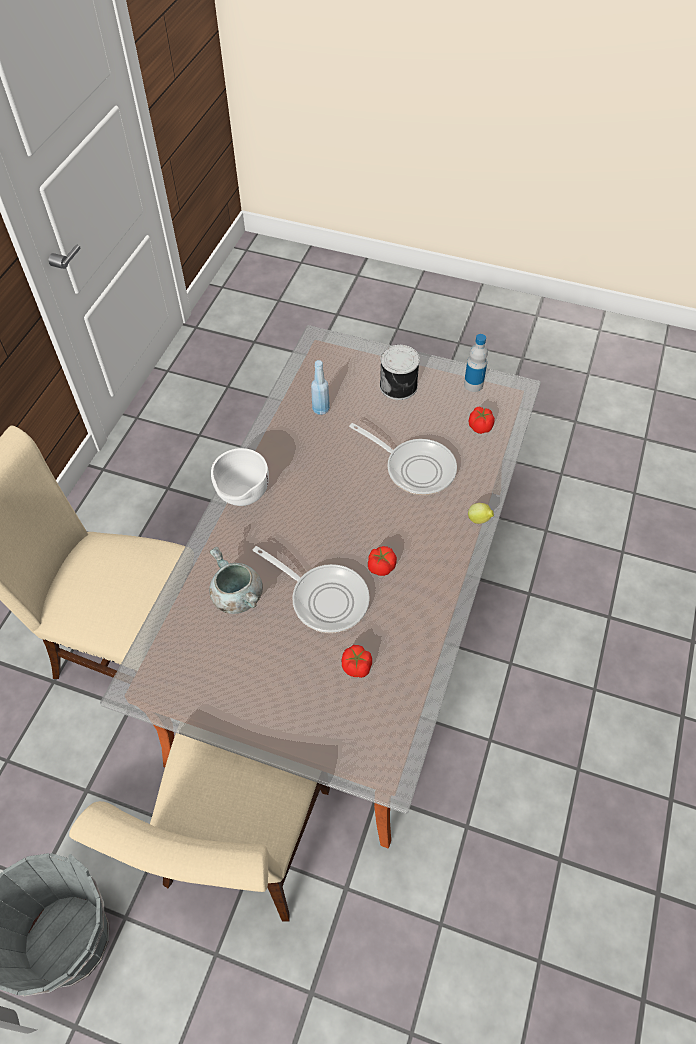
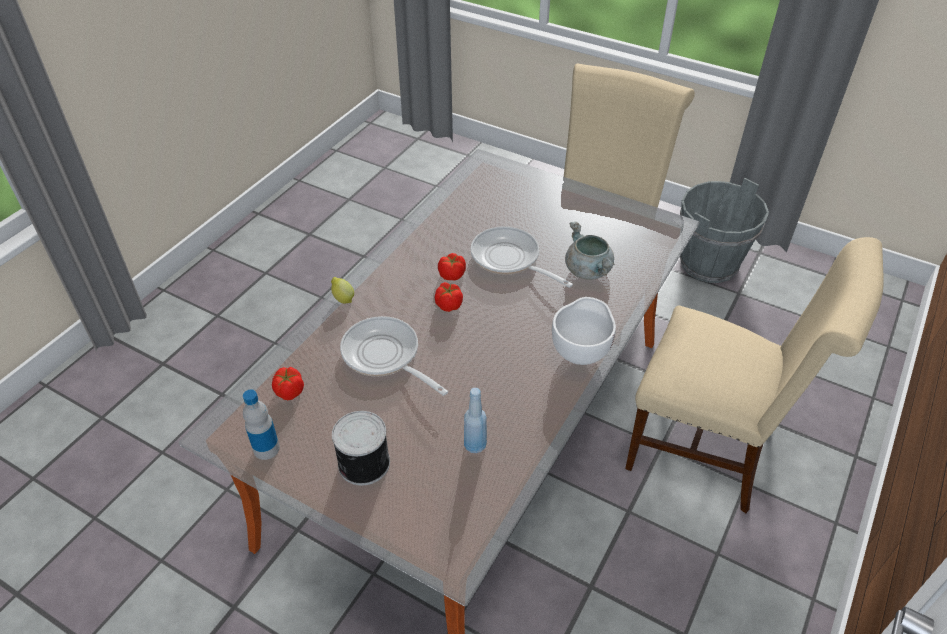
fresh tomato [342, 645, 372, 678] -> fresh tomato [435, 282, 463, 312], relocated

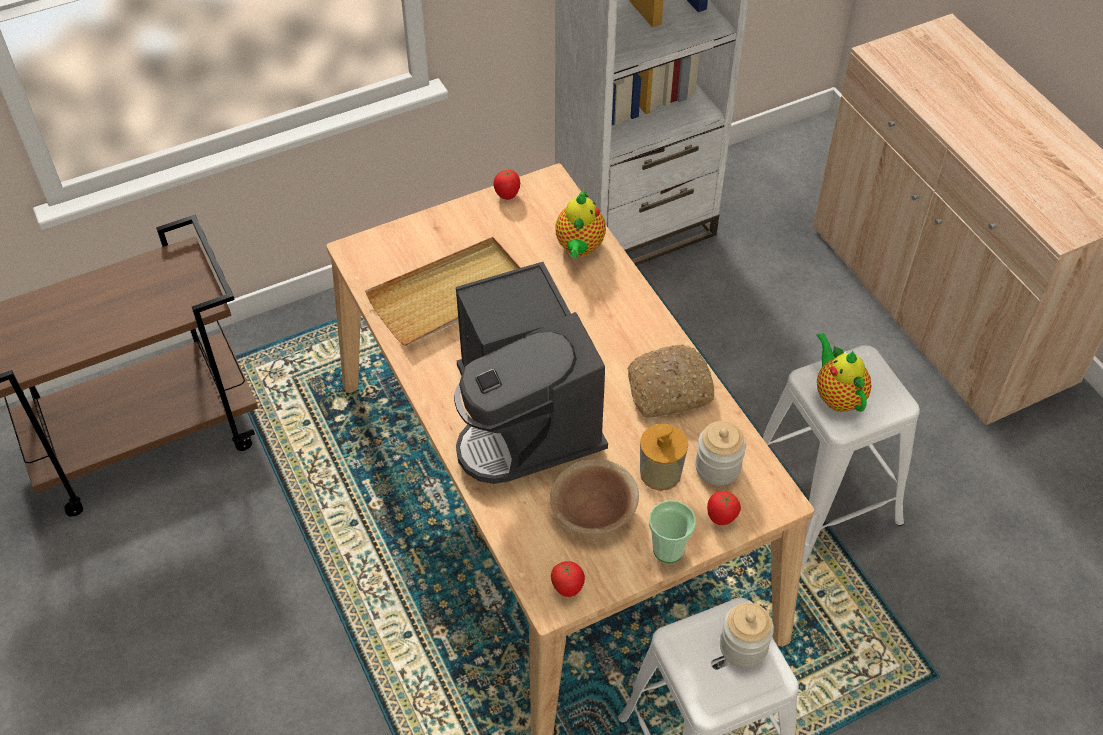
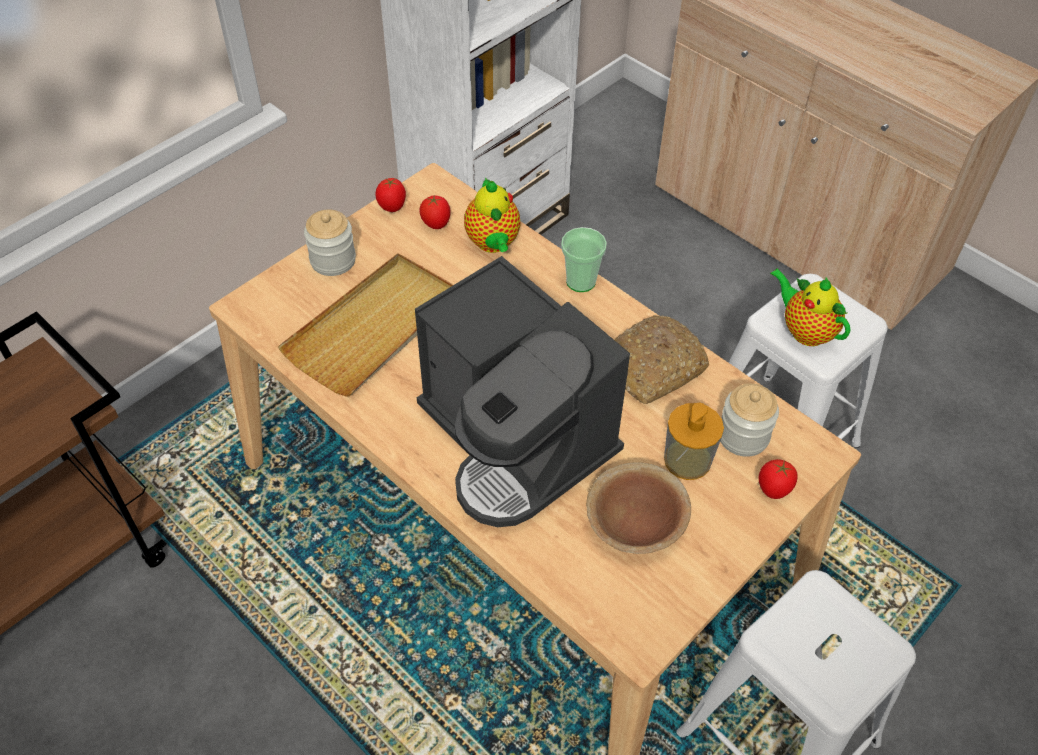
fresh tomato [551, 561, 585, 597] -> fresh tomato [419, 195, 450, 229], relocated
small cup [649, 500, 696, 563] -> small cup [561, 227, 607, 292], relocated
jar [720, 602, 774, 668] -> jar [304, 210, 356, 276], relocated

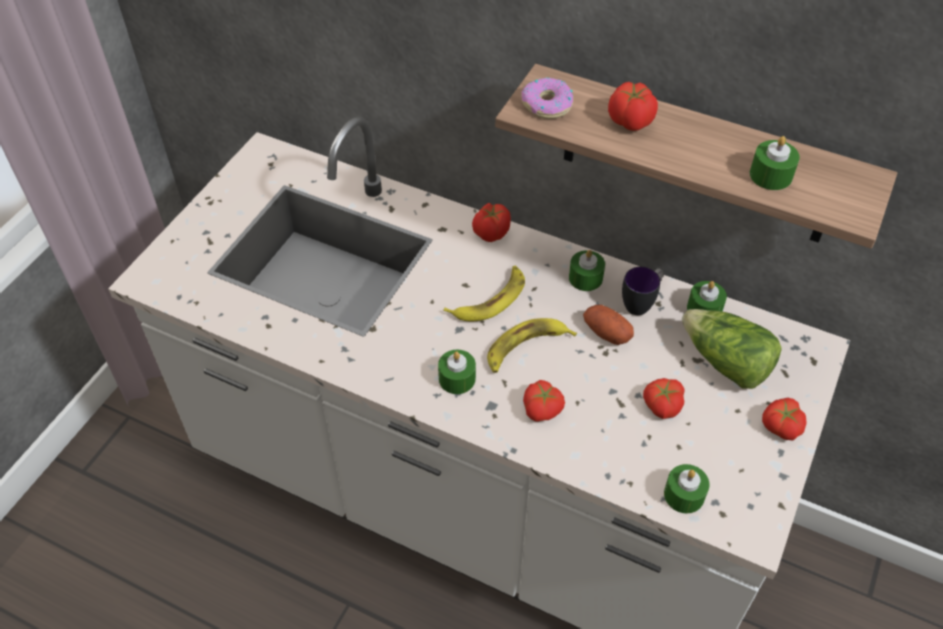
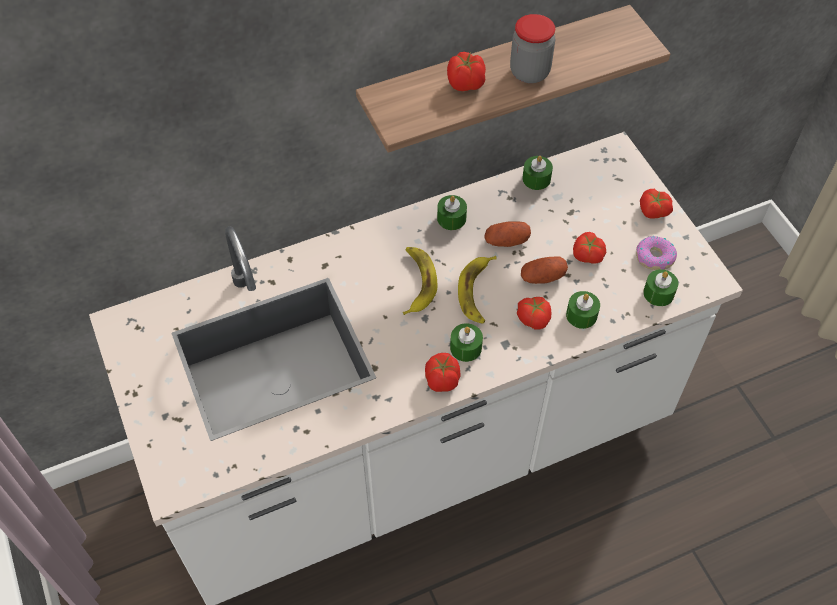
coffee mug [622, 267, 664, 315] -> none
lettuce head [682, 309, 782, 389] -> none
none -> jar [510, 14, 555, 83]
none -> spud [521, 257, 568, 284]
fresh tomato [472, 203, 511, 242] -> fresh tomato [425, 353, 461, 392], relocated
ring doughnut [521, 78, 573, 119] -> ring doughnut [636, 236, 677, 270], relocated
wax candle (green-coloured) [750, 136, 800, 190] -> wax candle (green-coloured) [566, 291, 600, 329], relocated

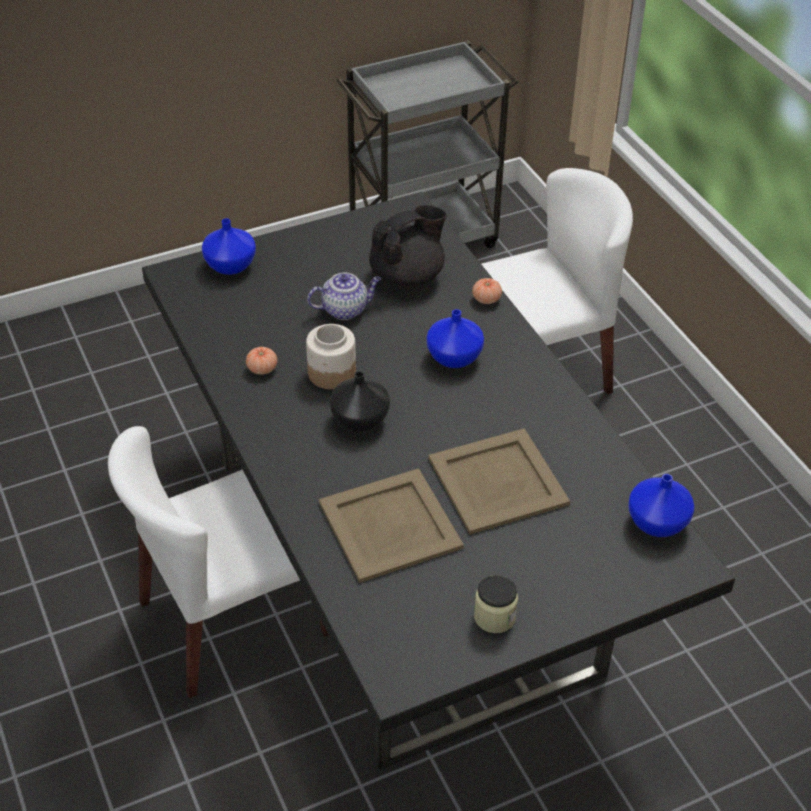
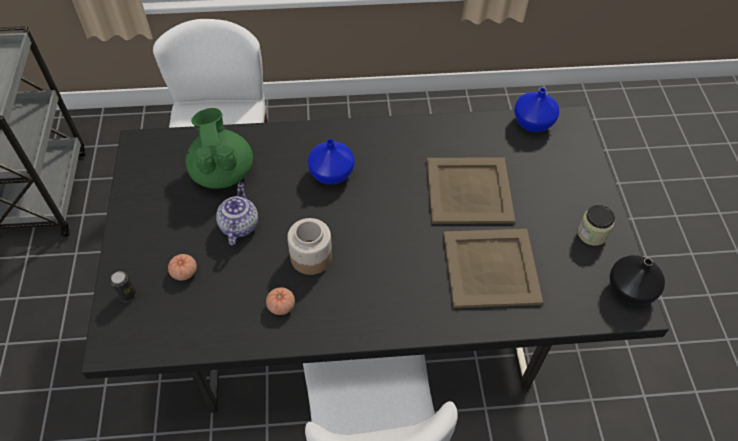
vase (black-coloured) [330, 371, 390, 432] -> vase (black-coloured) [610, 255, 665, 306], relocated
fresh tomato [472, 278, 502, 304] -> fresh tomato [168, 254, 197, 281], relocated
vase (blue-coloured) [202, 218, 256, 275] -> can [110, 271, 136, 302]
pot for tea (black-coloured) [369, 205, 447, 287] -> pot for tea (green-coloured) [186, 108, 253, 189]

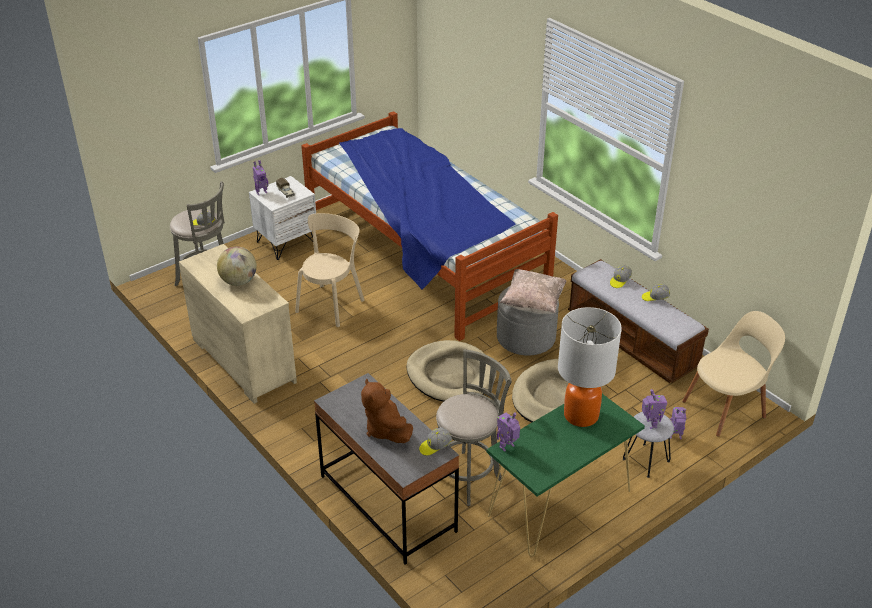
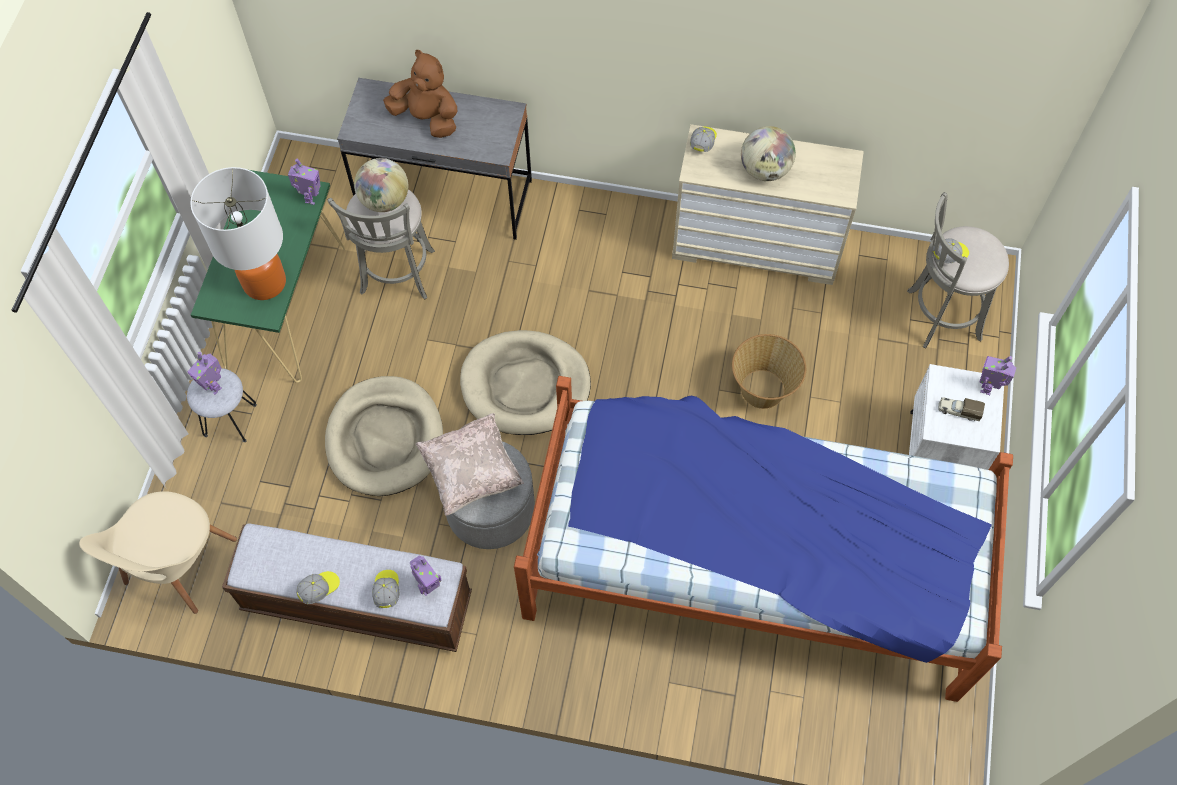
none -> world globe [354, 158, 408, 212]
peaked cap [419, 427, 452, 456] -> peaked cap [690, 127, 717, 152], relocated
toy robot [670, 407, 686, 439] -> toy robot [410, 556, 441, 596], relocated
plain chair (beige) [295, 213, 365, 327] -> storage basket [732, 334, 806, 409]

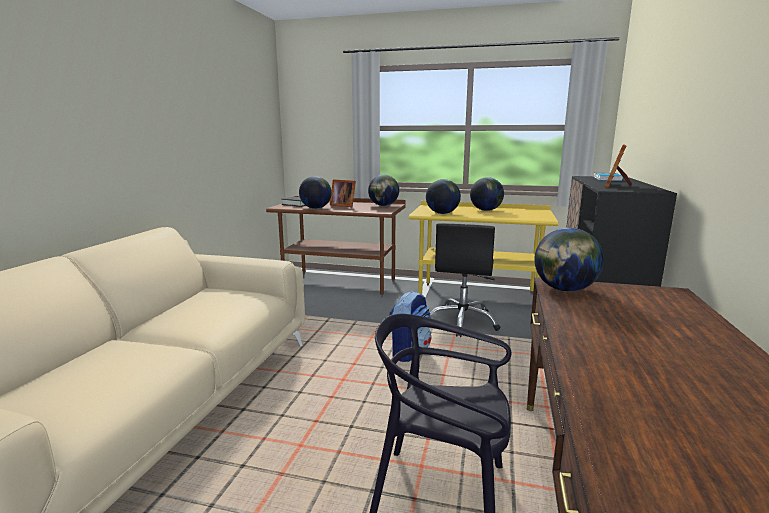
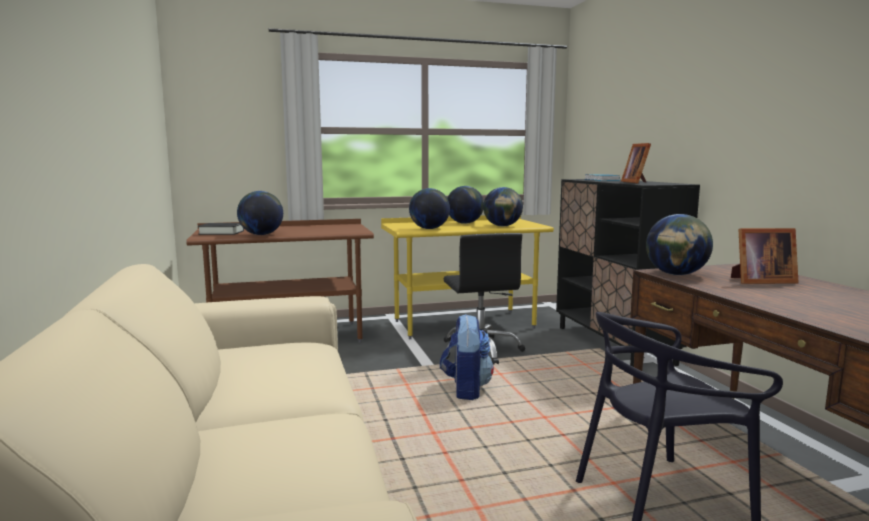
picture frame [330, 179, 356, 207] -> picture frame [731, 228, 799, 284], relocated
world globe [368, 175, 399, 206] -> world globe [483, 187, 523, 226], relocated

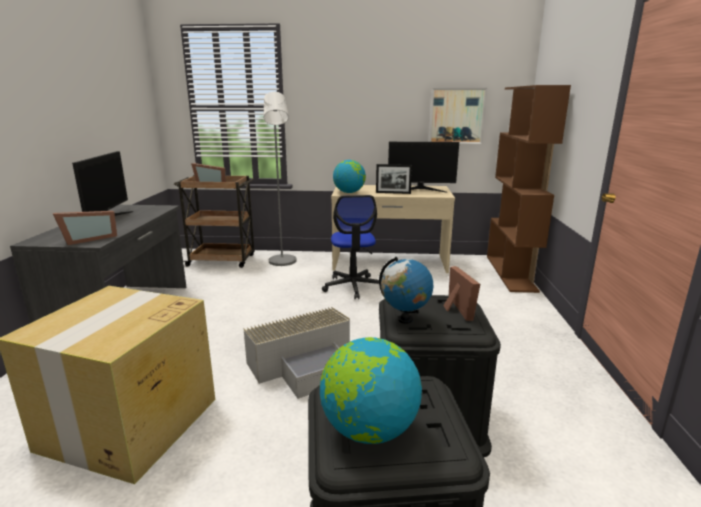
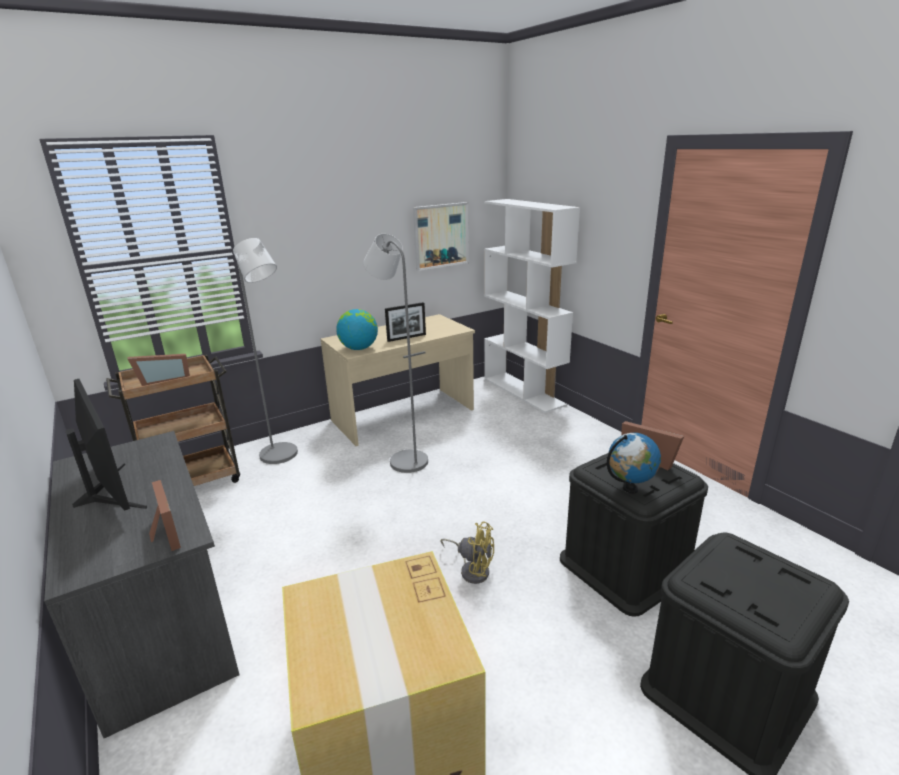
world globe [320, 337, 422, 444] -> none
computer screen [388, 142, 459, 193] -> none
storage bin (greyish) [243, 307, 350, 399] -> electric fan (yellow-coloured) [440, 521, 494, 584]
office chair [322, 195, 379, 299] -> standing lamp (greyish) [363, 234, 428, 473]
shelving unit (brown-coloured) [487, 85, 571, 293] -> shelving unit (whitish) [484, 199, 580, 413]
picture frame [53, 211, 117, 245] -> picture frame [149, 480, 181, 551], 45 degrees counterclockwise

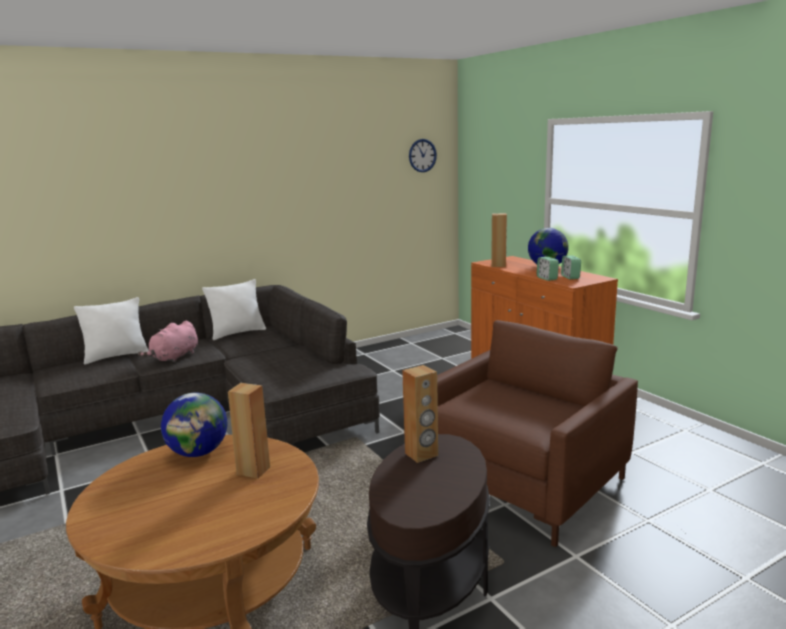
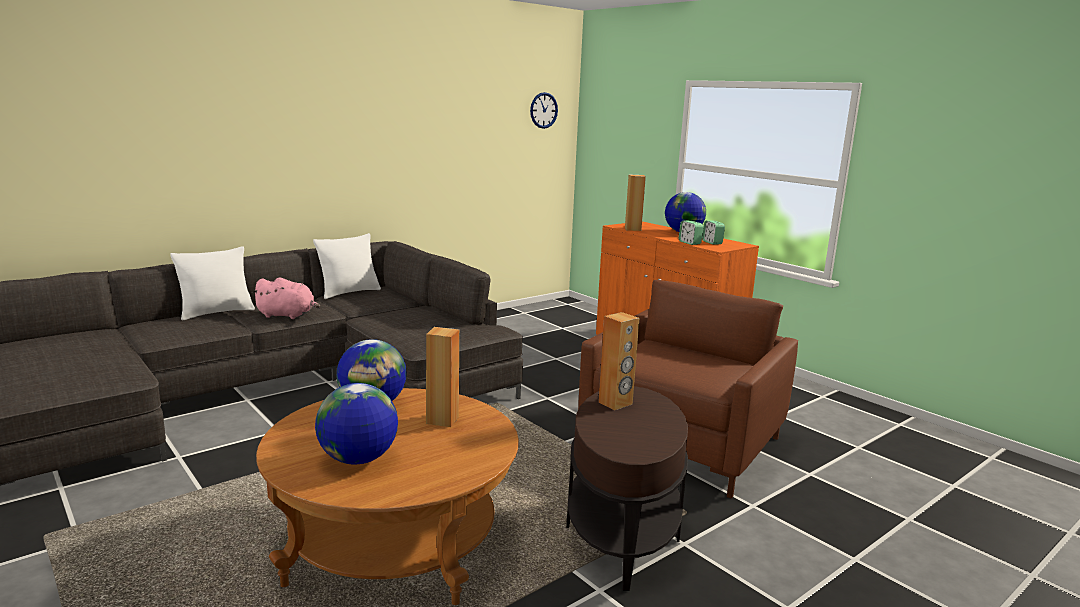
none -> world globe [315, 383, 398, 464]
soft toy (pink-coloured) [138, 321, 198, 362] -> soft toy (pink-coloured) [252, 278, 320, 319], 105 degrees counterclockwise

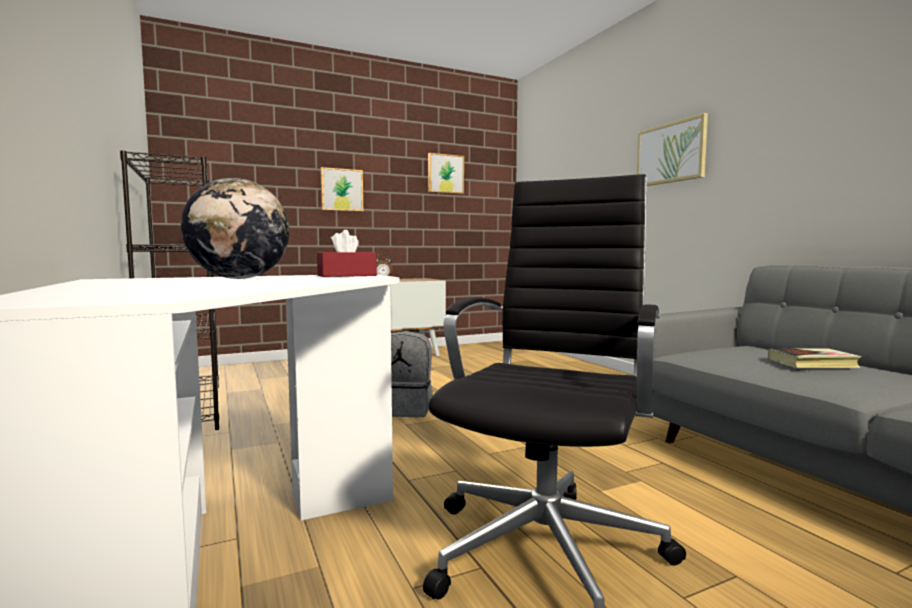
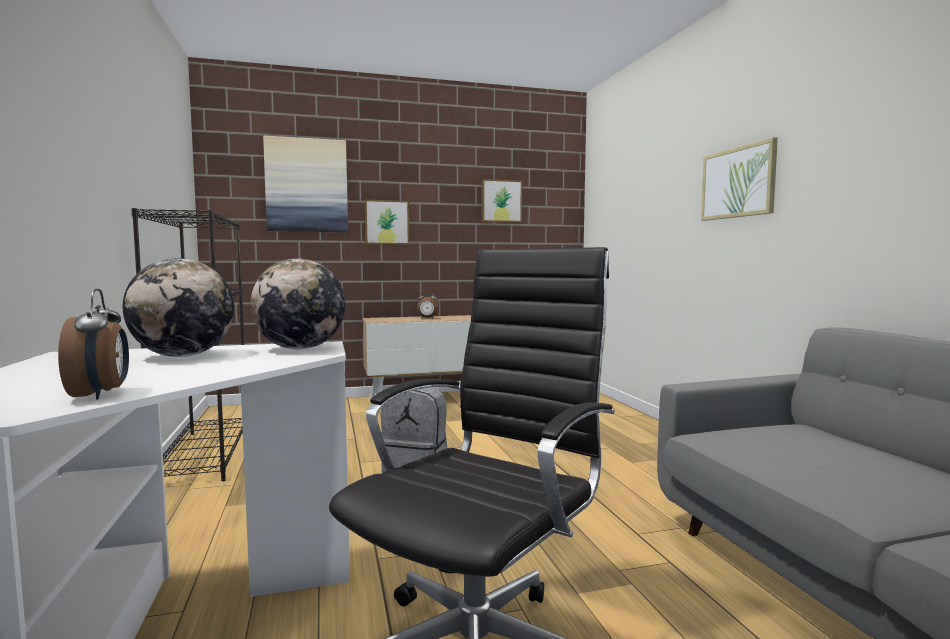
volume [768, 349, 861, 368] -> none
none -> table clock [58, 289, 129, 400]
none -> picture [263, 136, 348, 232]
box of tissues (red-coloured) [317, 230, 377, 277] -> world globe [251, 258, 345, 349]

